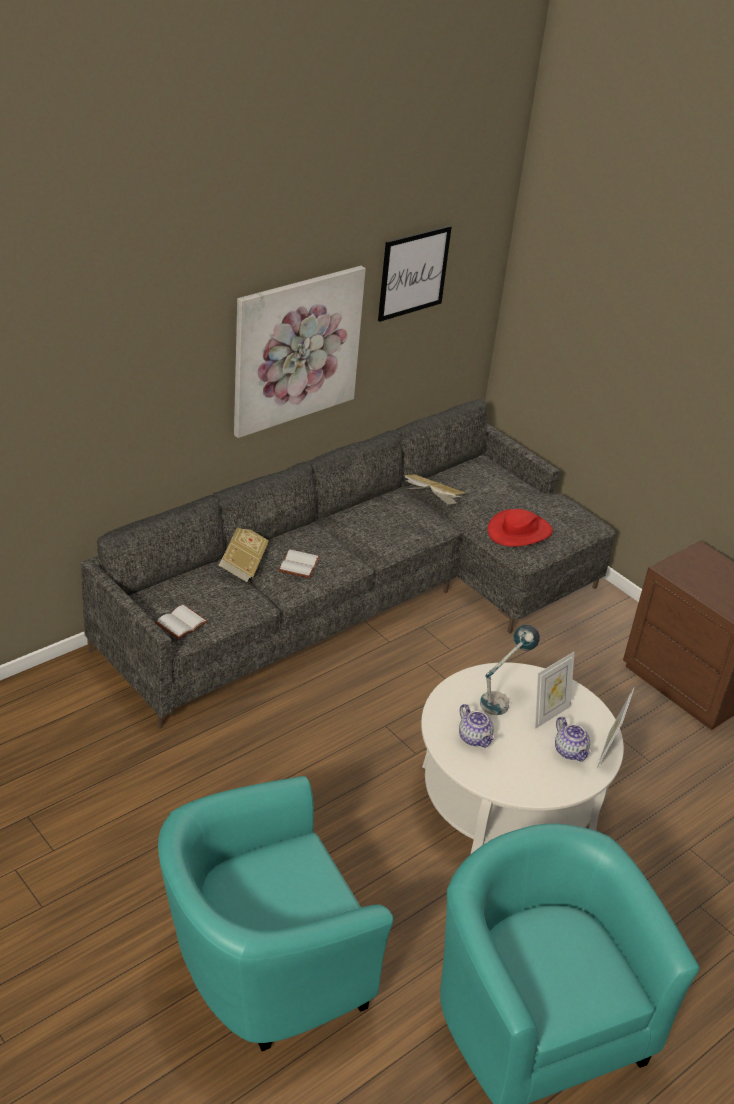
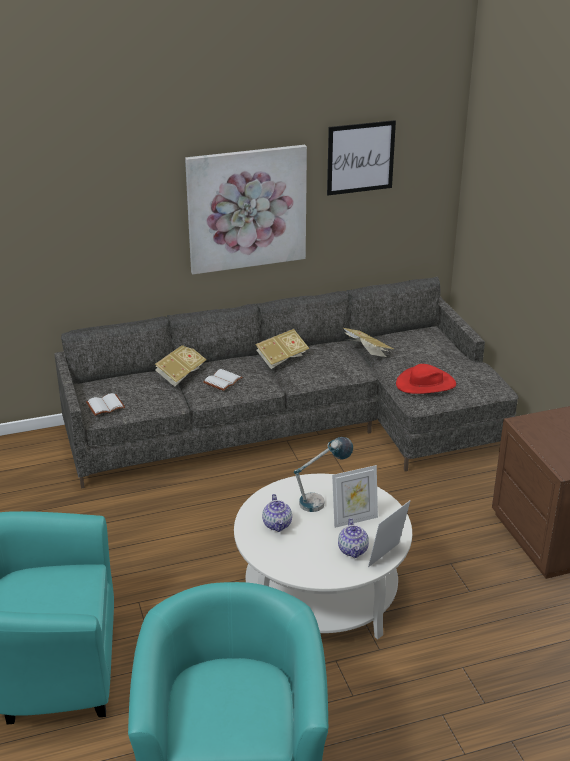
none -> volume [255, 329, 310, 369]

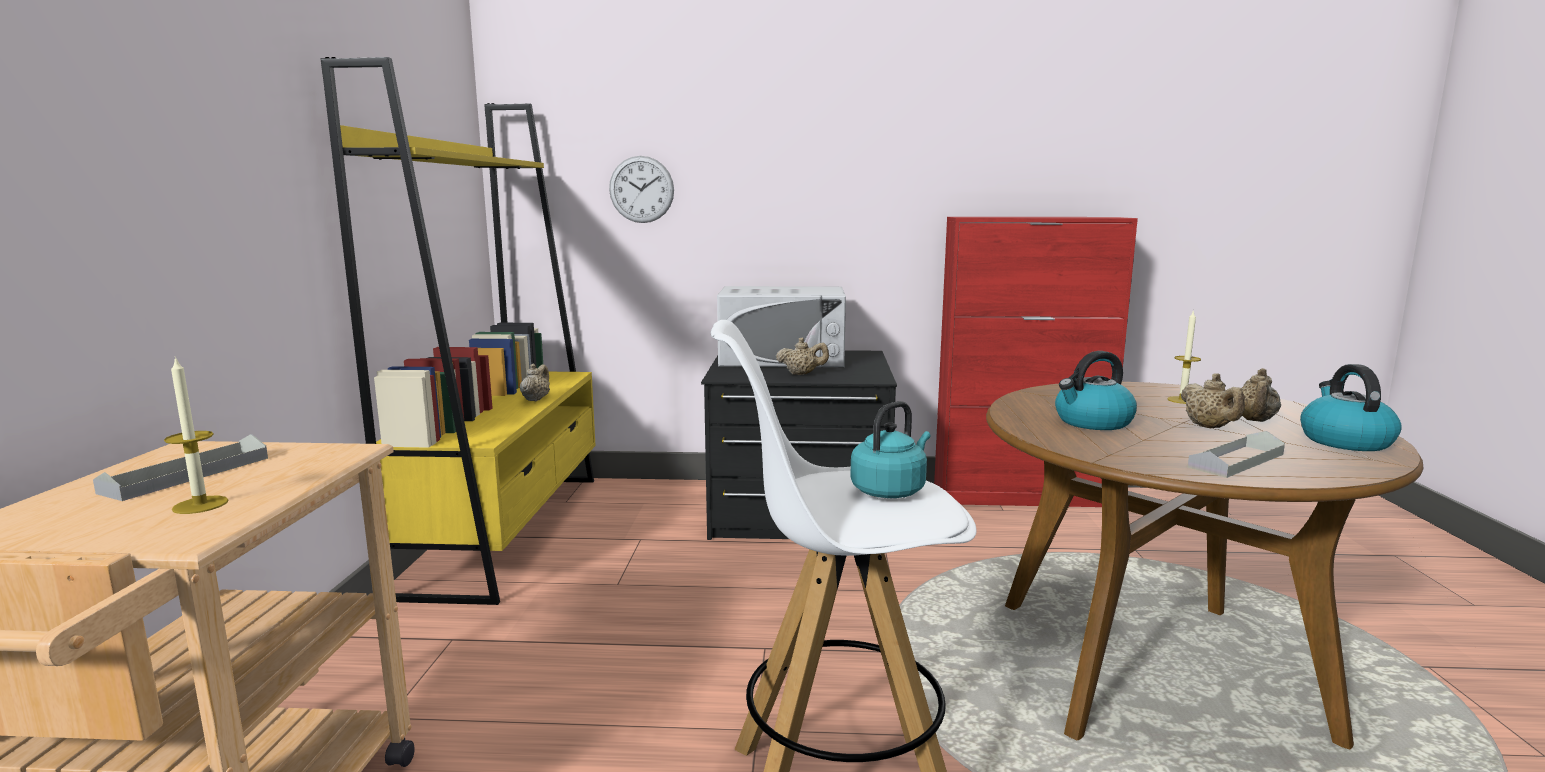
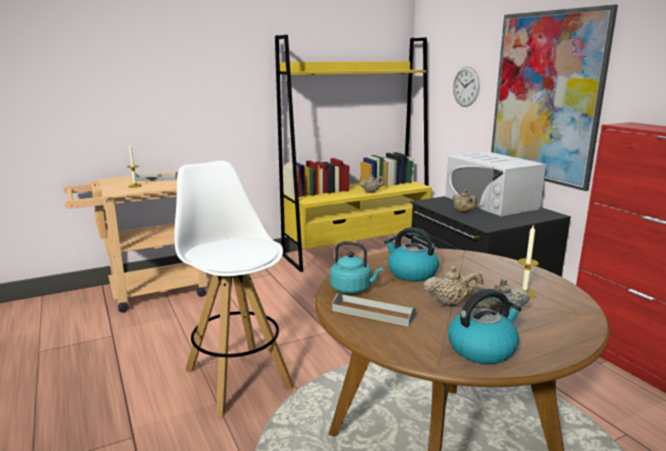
none -> picture [491, 5, 618, 191]
water kettle (turquoise) [850, 401, 930, 498] -> water kettle (turquoise) [330, 241, 383, 294], relocated
pot for tea (beige) [1181, 373, 1245, 428] -> pot for tea (beige) [423, 266, 483, 306], 135 degrees counterclockwise

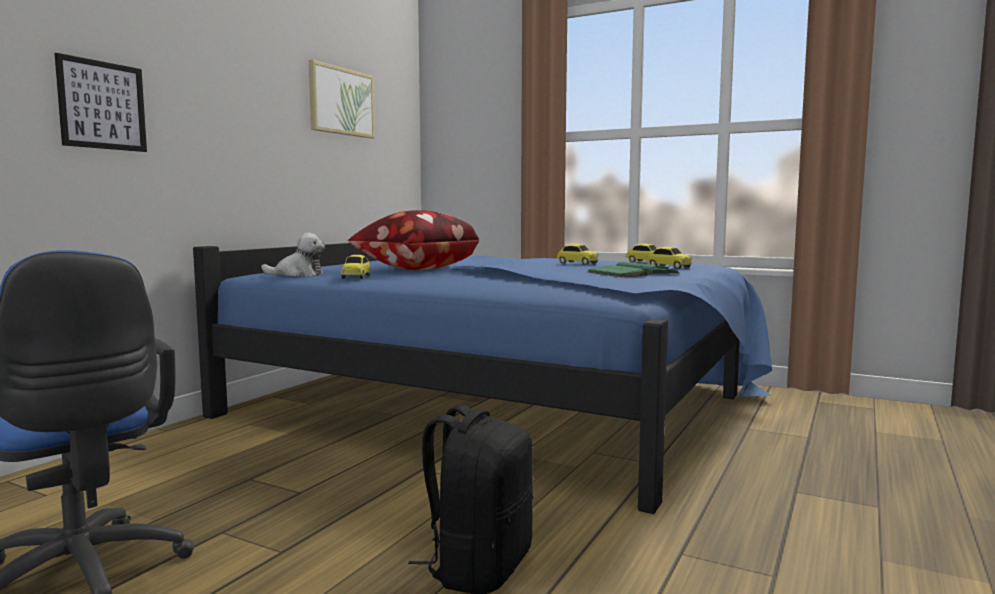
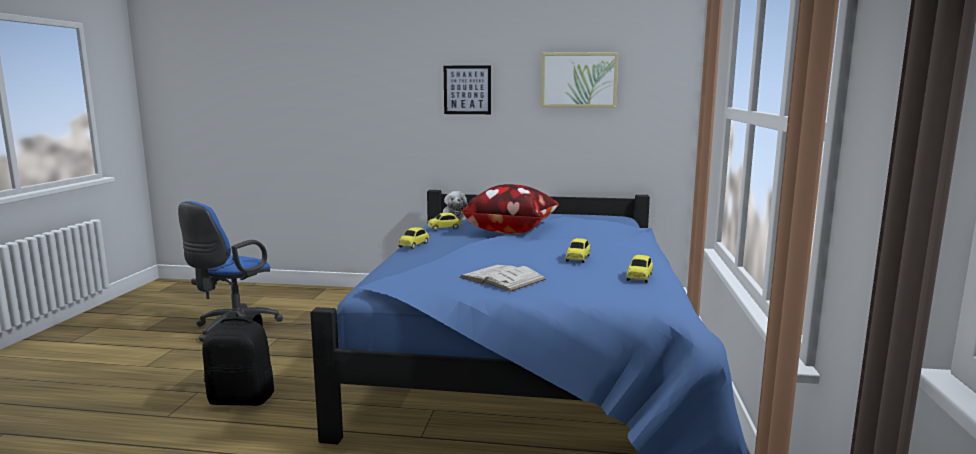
picture [54, 53, 147, 152] -> picture [444, 65, 491, 114], relocated
toy car [646, 247, 692, 269] -> toy car [398, 227, 429, 249], relocated
volume (green-coloured) [587, 262, 679, 277] -> volume (whitish) [460, 265, 546, 292]

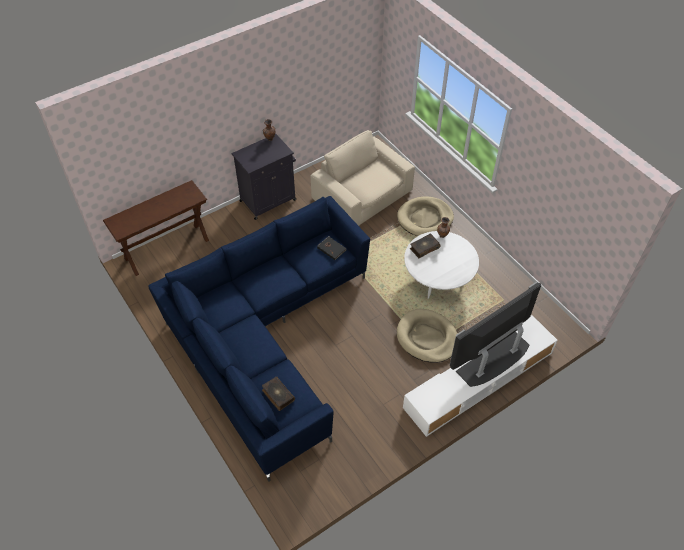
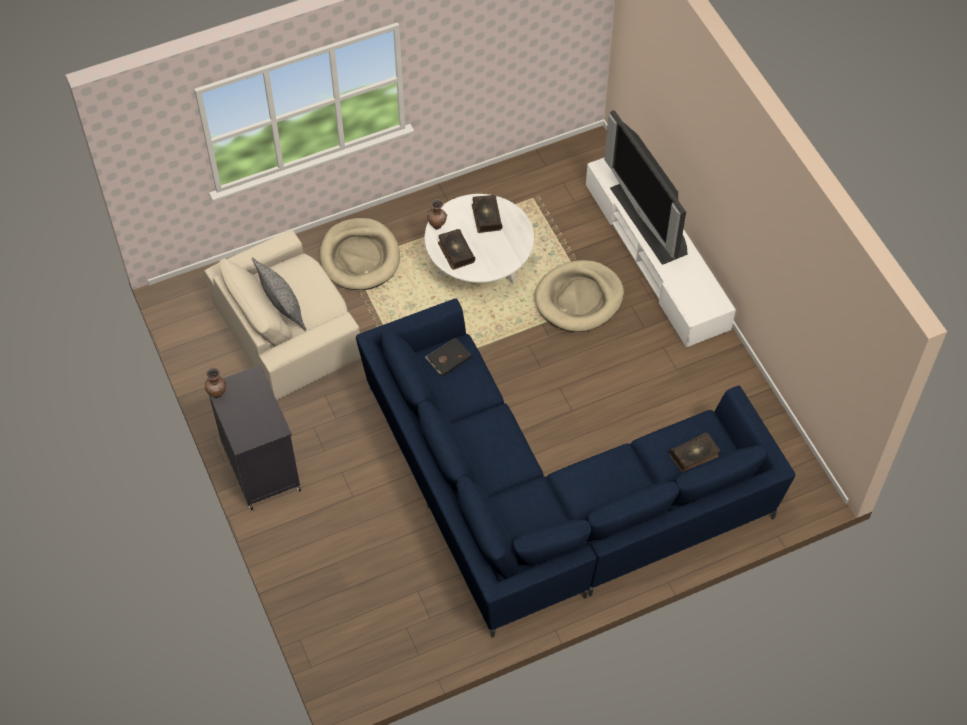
hall table (brown-coloured) [103, 180, 209, 276] -> none
none -> throw pillow (greyish) [252, 257, 306, 331]
none -> volume [472, 195, 502, 233]

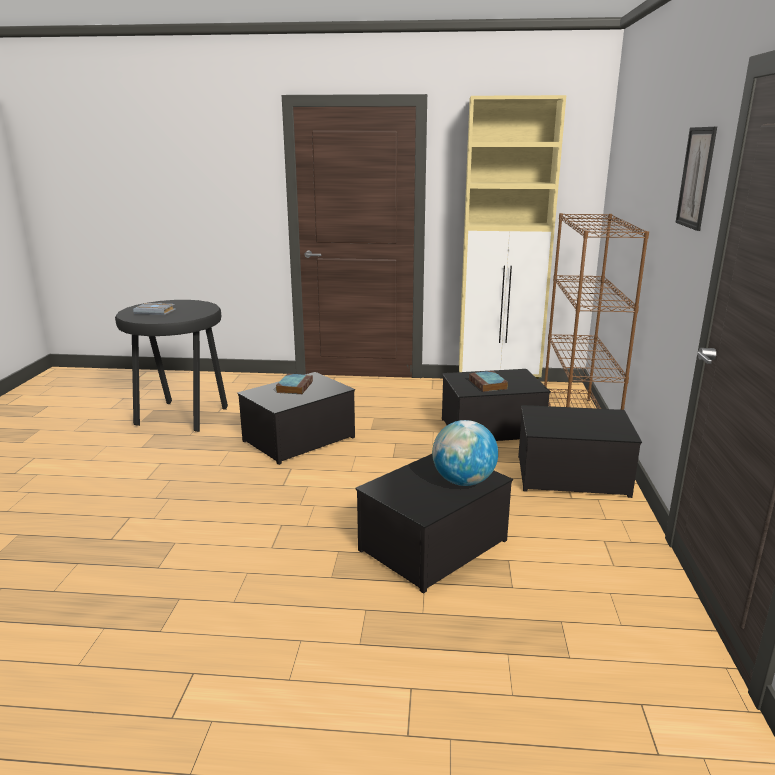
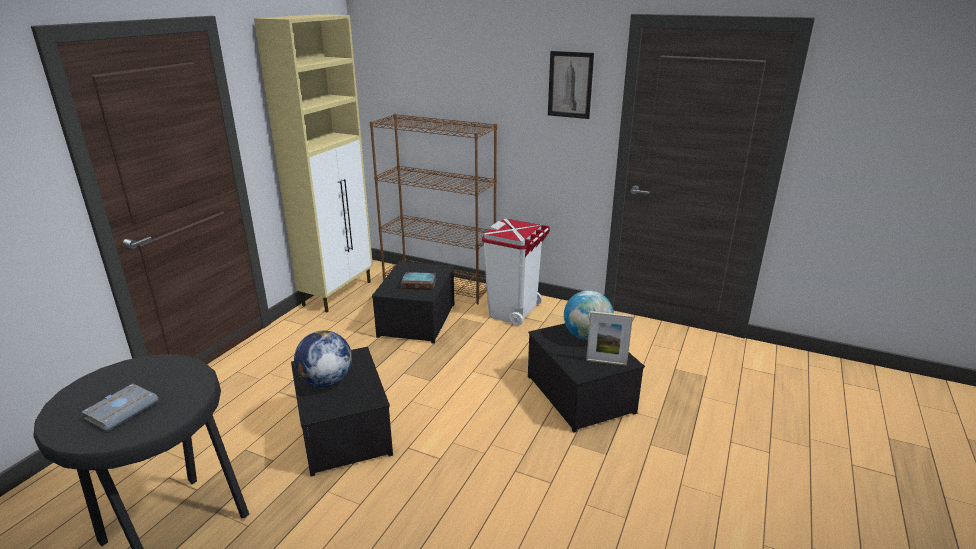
none -> picture frame [586, 311, 633, 366]
volume [276, 373, 313, 394] -> world globe [294, 331, 352, 387]
storage bin [518, 405, 642, 498] -> waste bin (whitish) [482, 219, 550, 326]

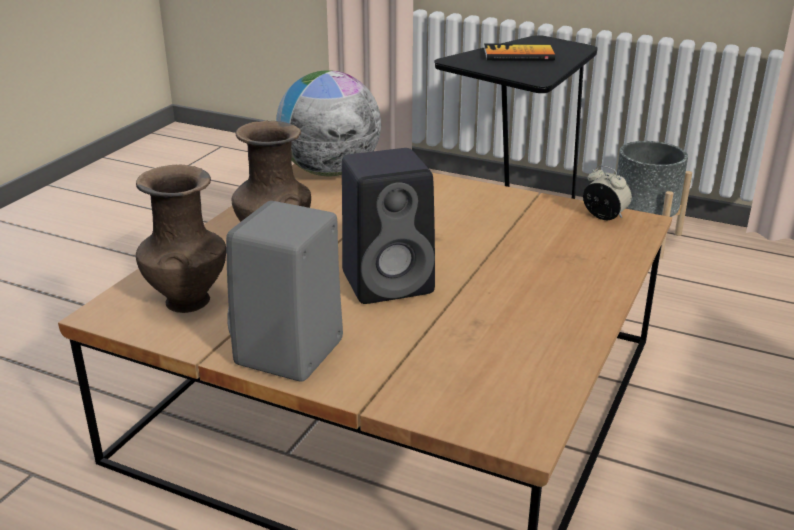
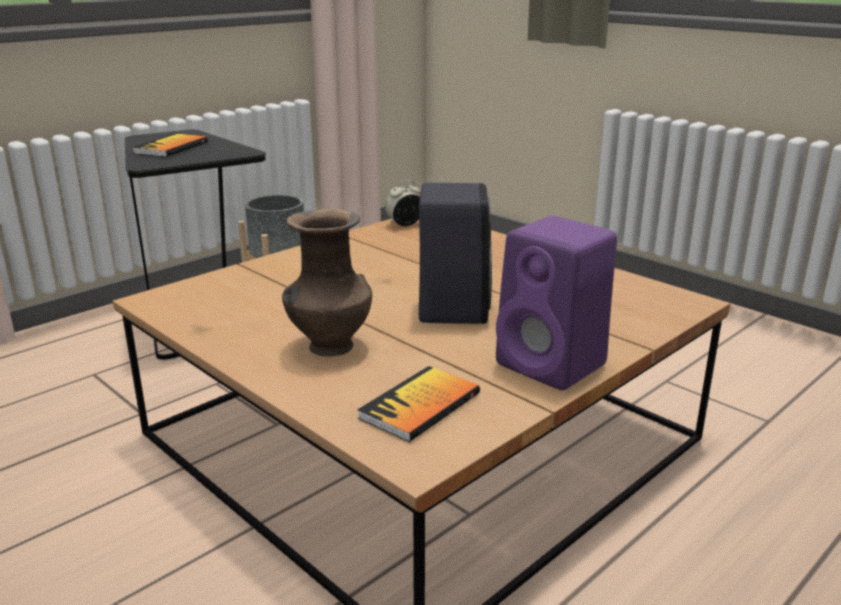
world globe [276, 70, 381, 176] -> none
vase (brown-coloured) [136, 164, 226, 313] -> volume [357, 366, 480, 442]
loudspeaker (greyish) [226, 201, 343, 381] -> loudspeaker (purplish) [496, 216, 617, 390]

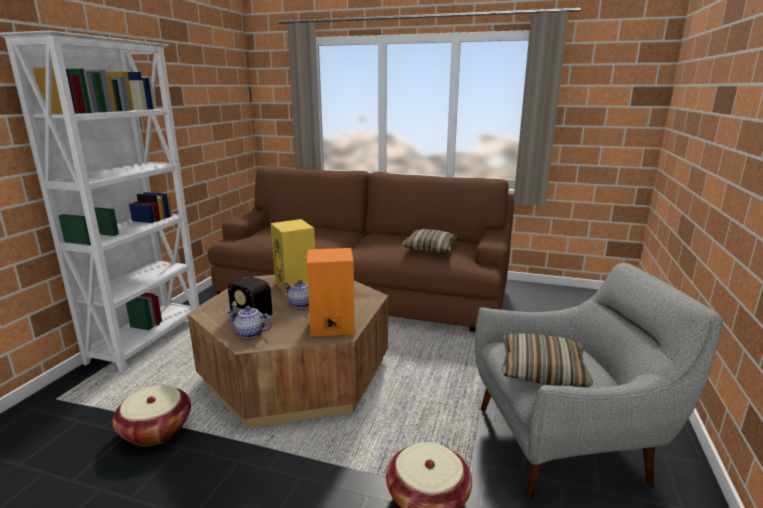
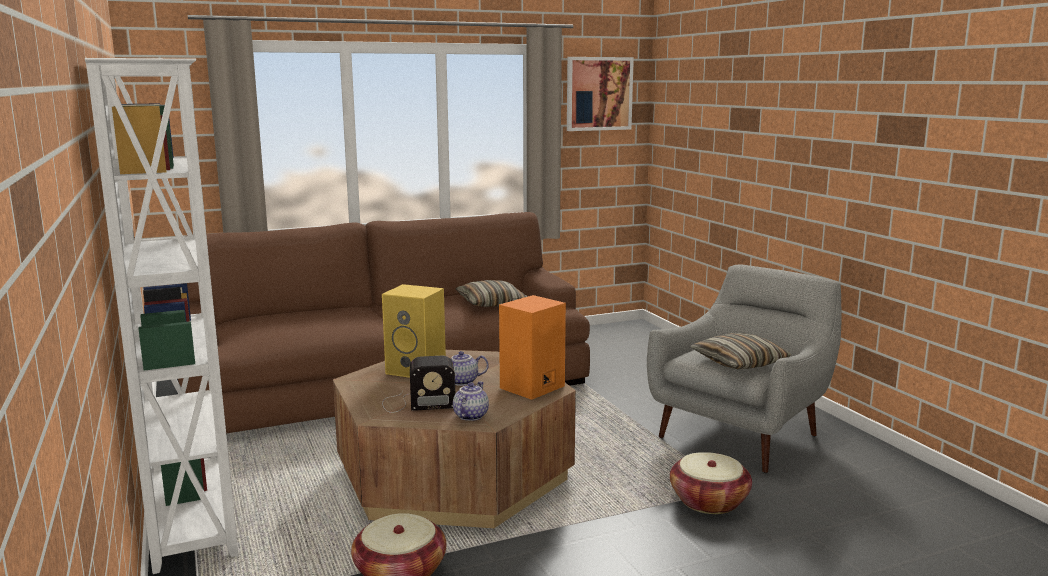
none -> picture [567, 57, 634, 131]
pot for tea [226, 306, 272, 338] -> pot for tea [453, 382, 489, 421], 135 degrees clockwise

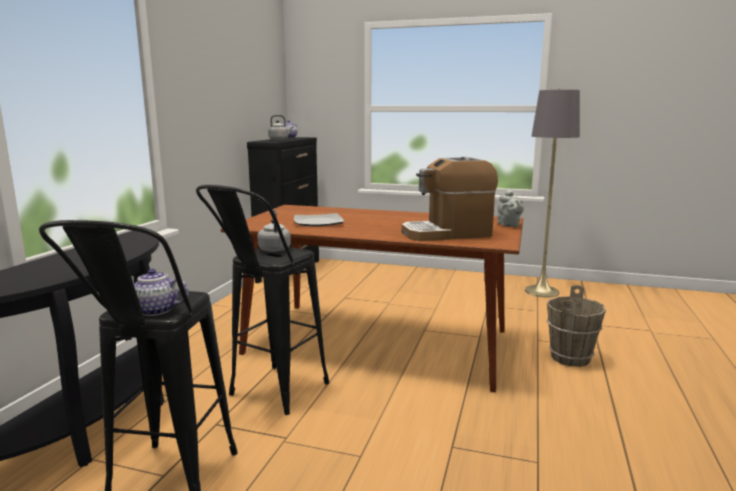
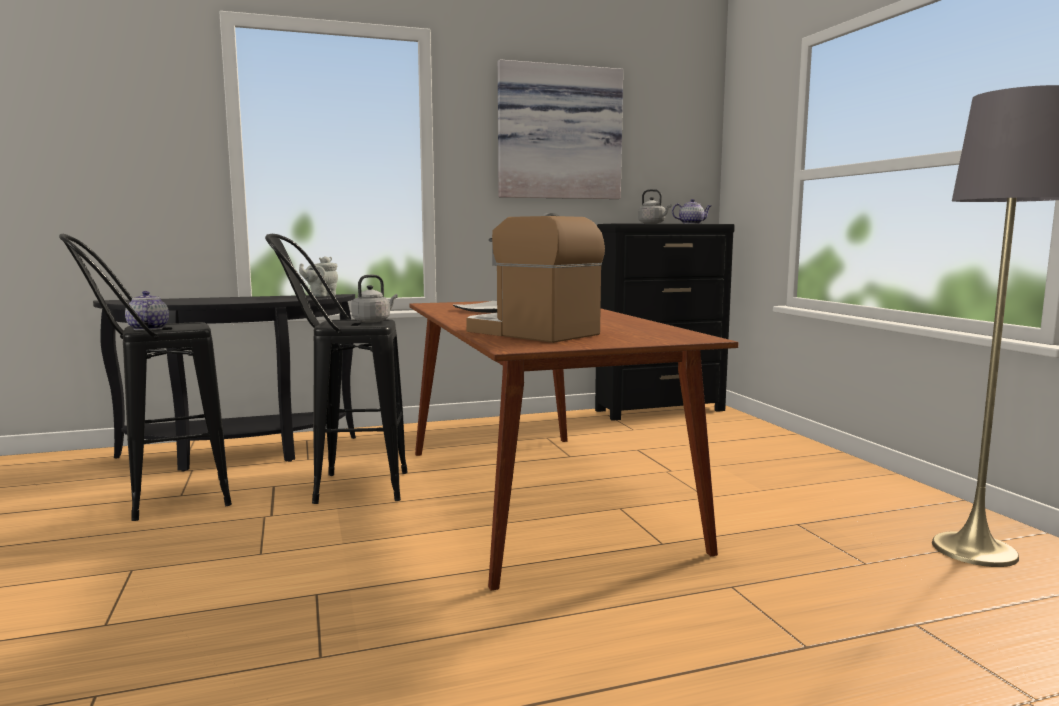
bucket (brown-coloured) [546, 285, 606, 367] -> none
none -> picture [498, 59, 623, 199]
pot for tea (greyish) [497, 190, 524, 227] -> pot for tea (greyish) [299, 256, 338, 297], relocated

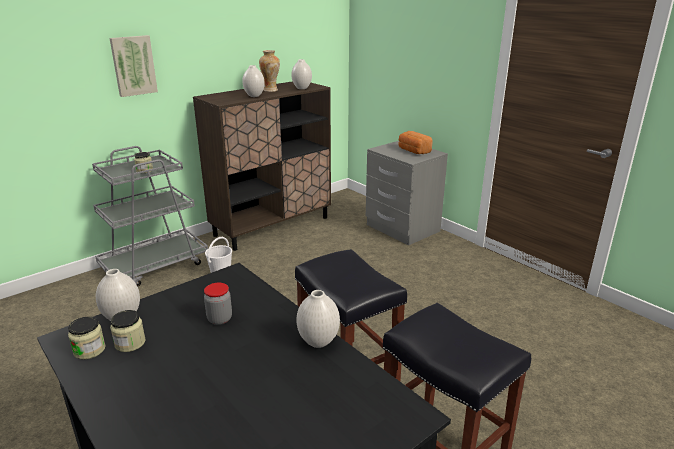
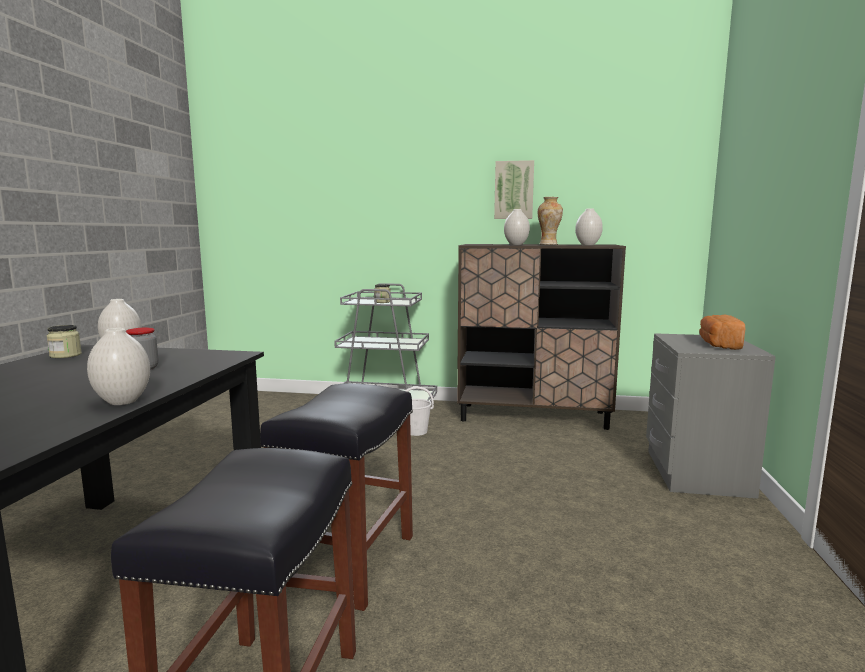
jar [110, 310, 146, 352] -> none
picture [110, 35, 158, 97] -> picture [494, 160, 534, 219], relocated

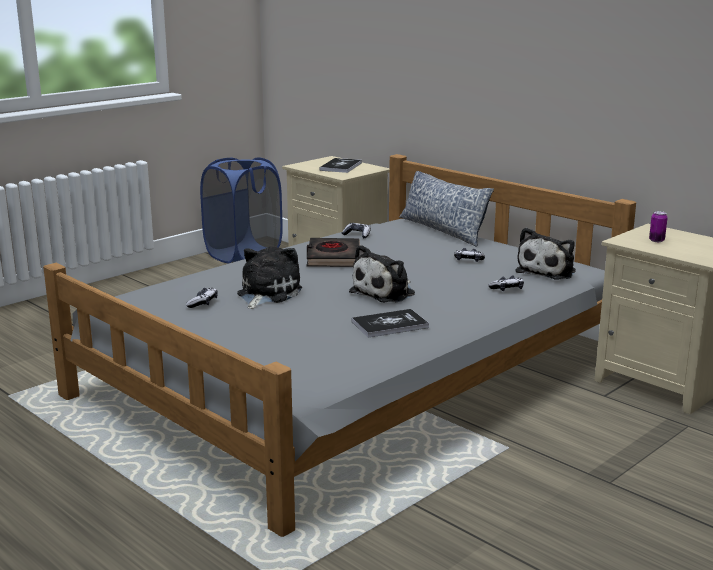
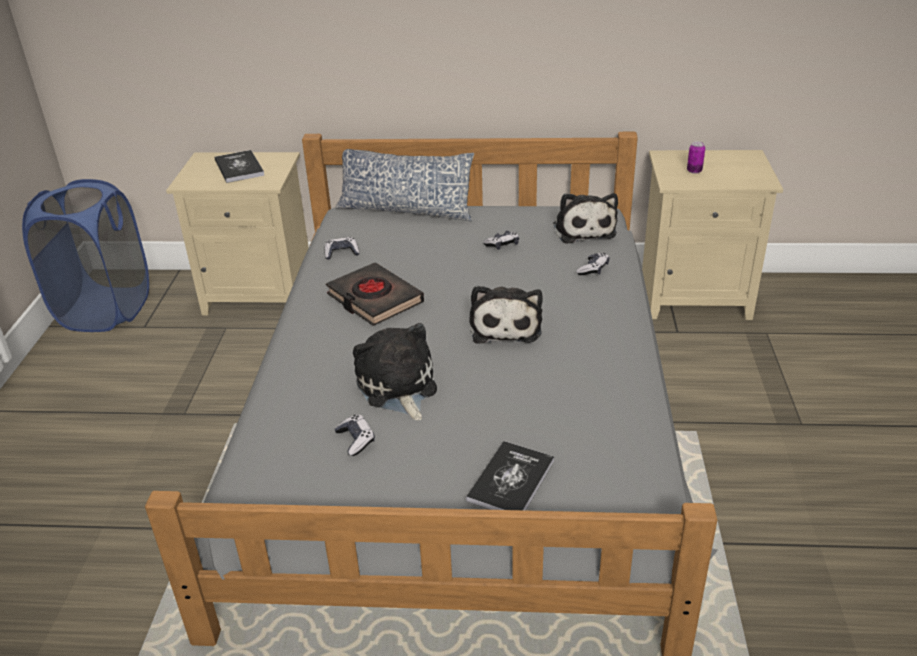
volume [352, 309, 429, 338] -> volume [466, 441, 554, 510], relocated

